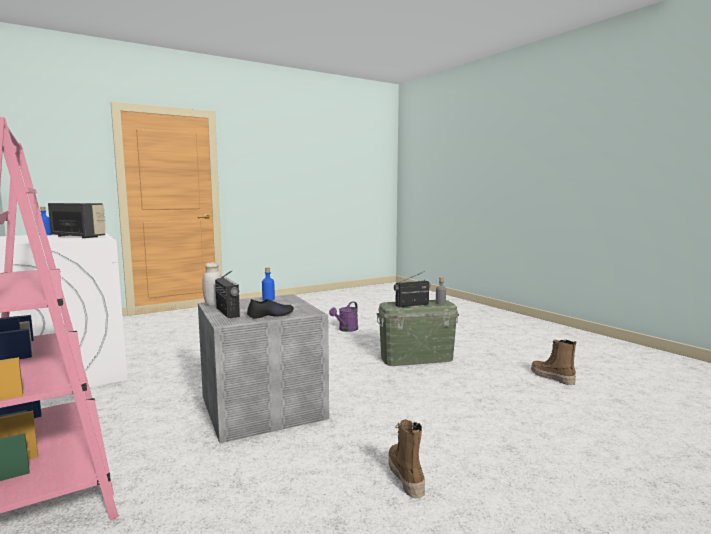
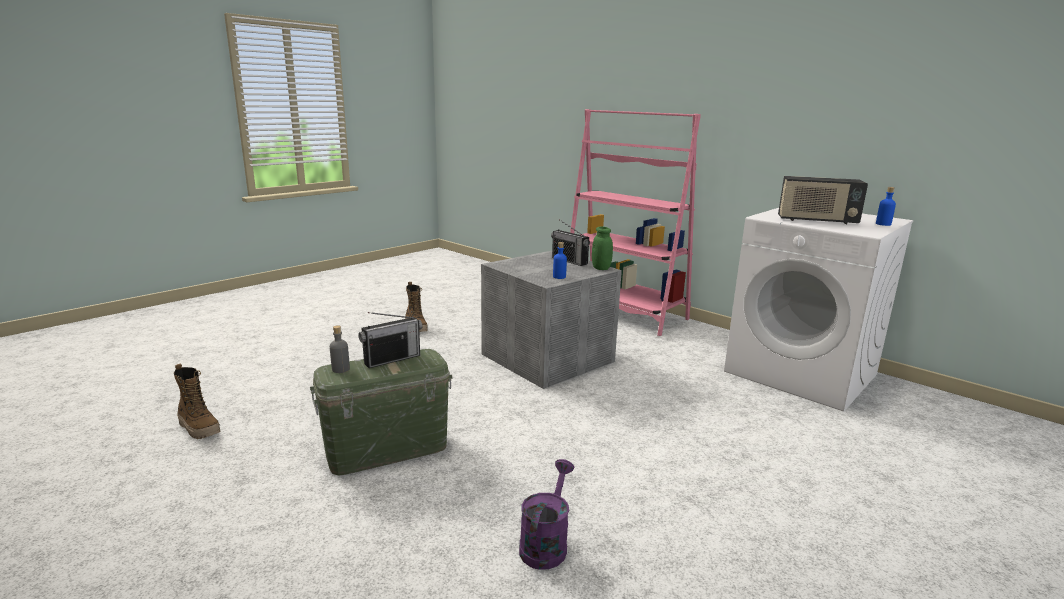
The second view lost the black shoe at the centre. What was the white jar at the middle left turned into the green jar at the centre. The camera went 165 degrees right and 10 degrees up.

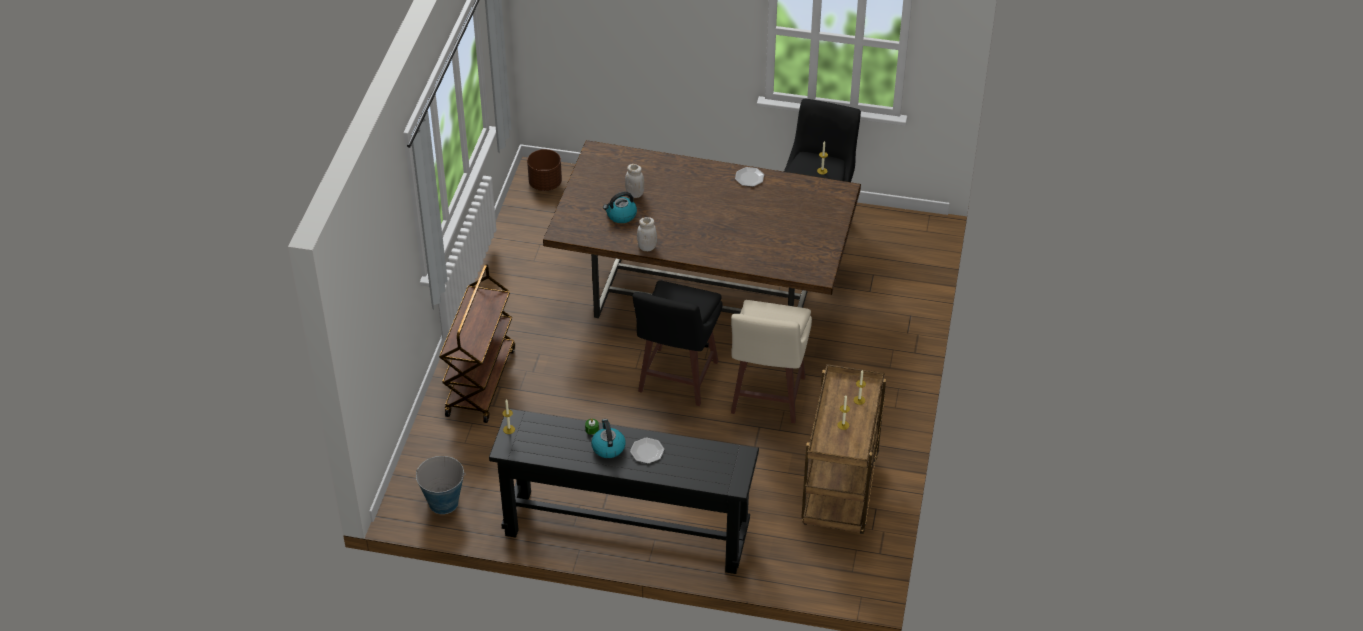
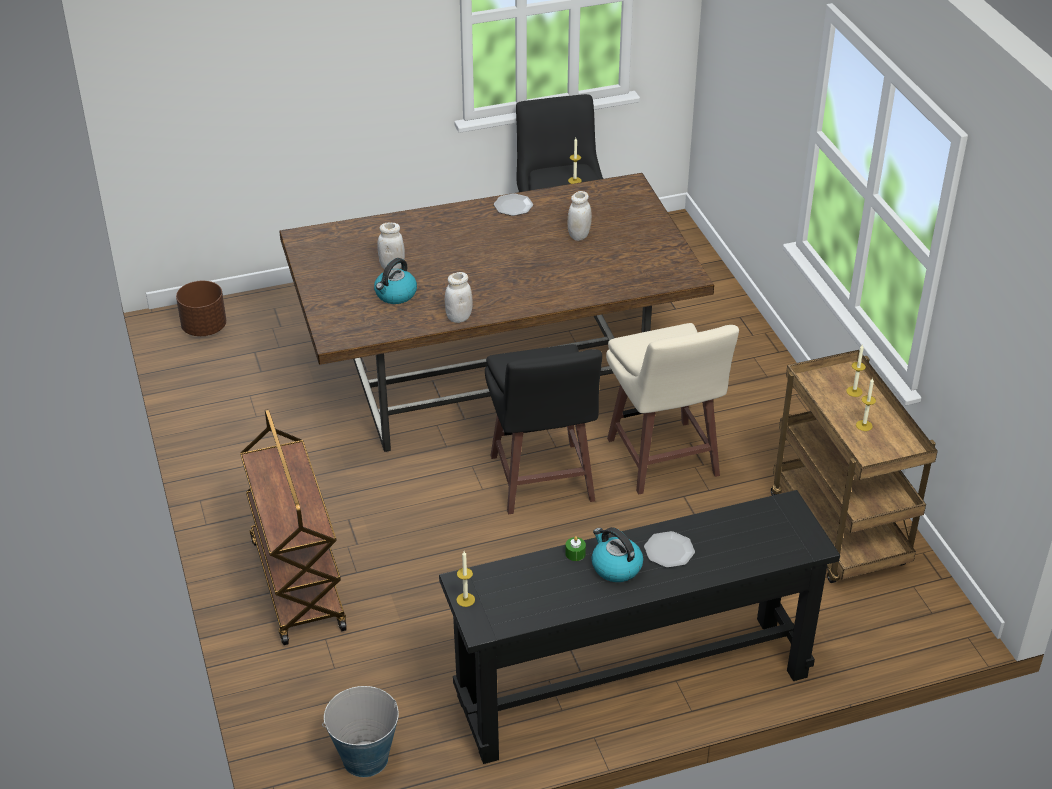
The second view gained the white jar (3rd from left) at the top centre. The camera went 30 degrees left and 5 degrees down.

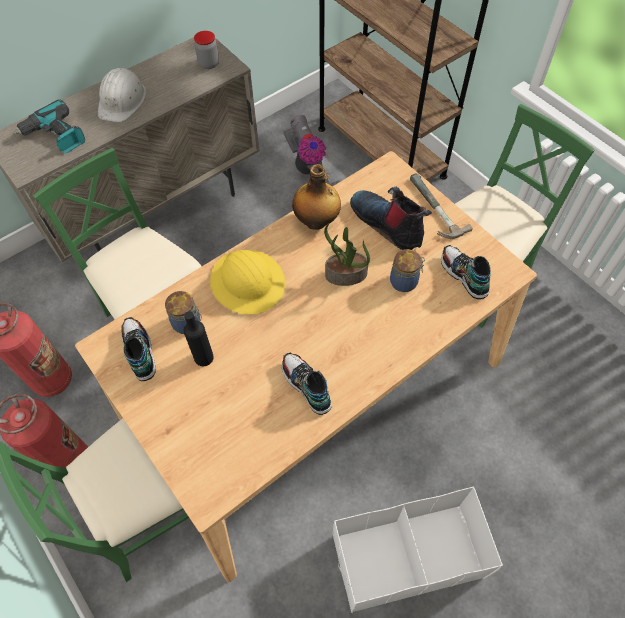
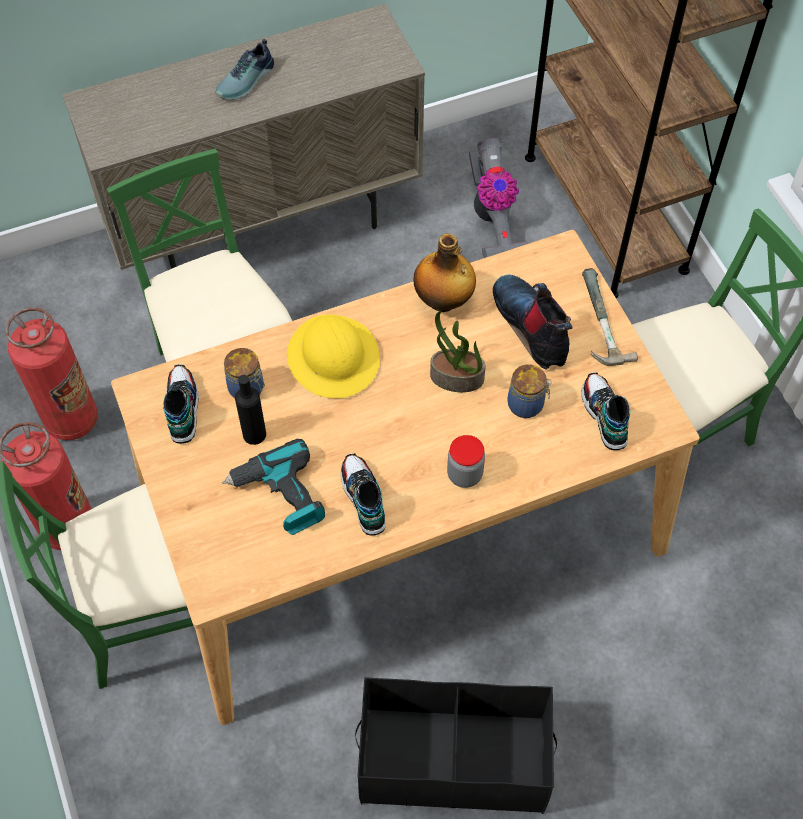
The power drill ended up elsewhere, having gone from the top left to the centre. The jar (2nd from left) ended up elsewhere, having gone from the top left to the centre. Where the white hard hat stood at the top left, the shoe (2nd from left) came to stand at the top left. What was the white storage box at the bottom right turned into the black storage box at the bottom centre. The camera went 15 degrees right and 0 degrees up.

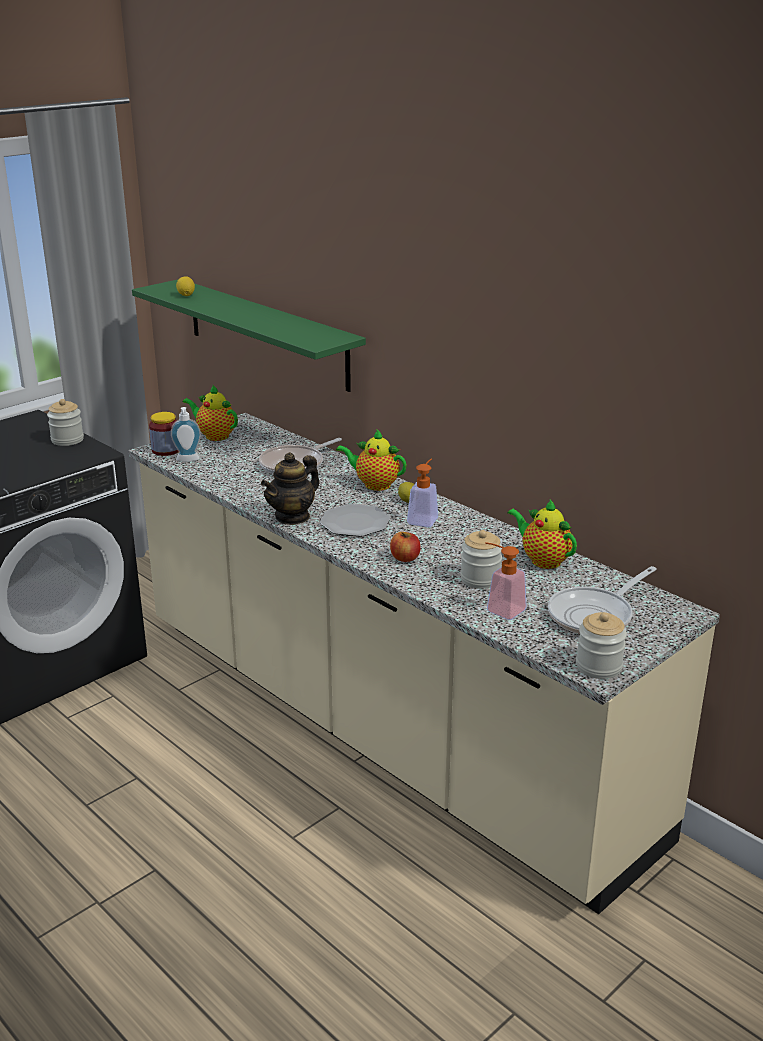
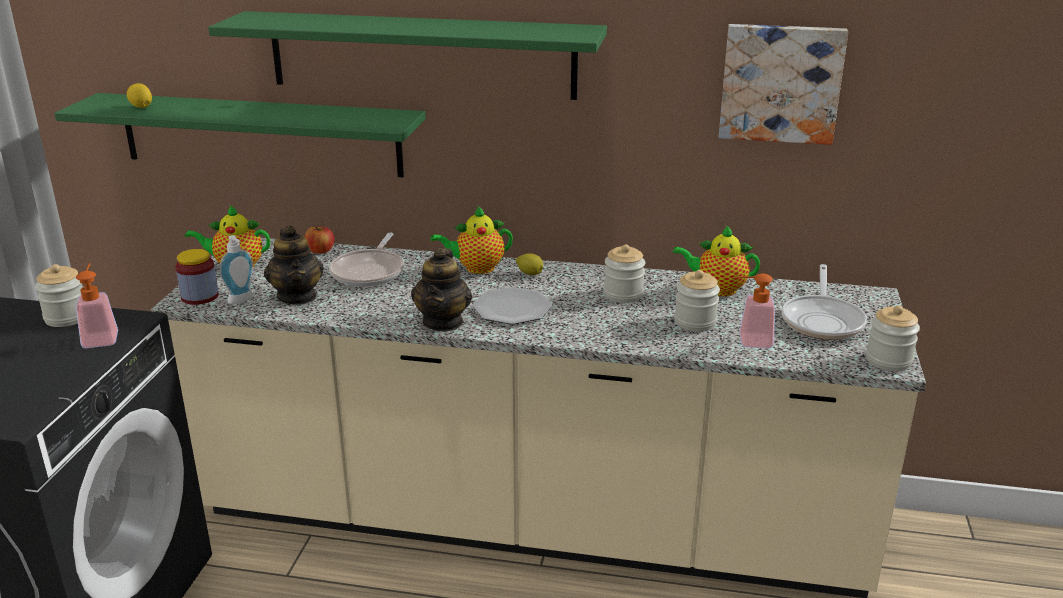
The second view gained the green shelf (2nd from left) at the top centre. The second view gained the teapot (2nd from left) at the middle left. The second view gained the jar (3rd from left) at the centre. The second view gained the picture at the top right. The apple ended up elsewhere, having gone from the centre to the middle left. The soap dispenser (2nd from left in the first image) ended up elsewhere, having gone from the centre to the middle left. The camera went 35 degrees left and 0 degrees up.

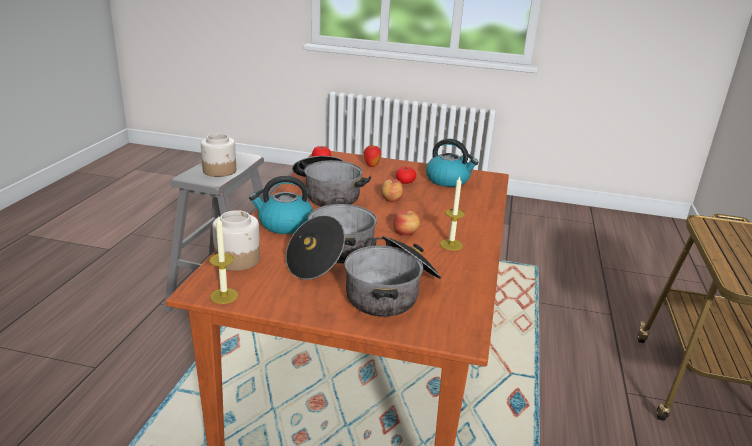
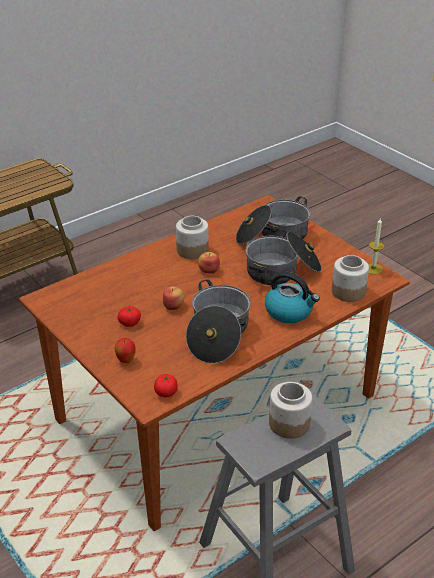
The second view lost the kettle (2nd from left) at the centre. Where the candle (2nd from left) stood at the centre, the jar (1st from left) came to stand at the centre. The camera went 140 degrees left and 10 degrees up.

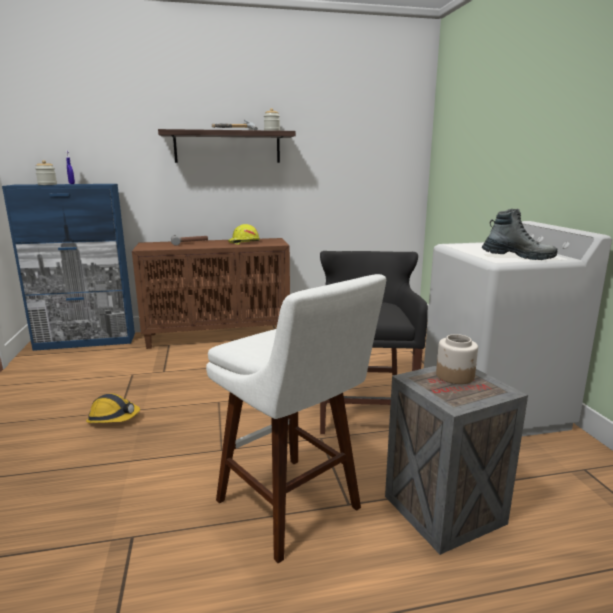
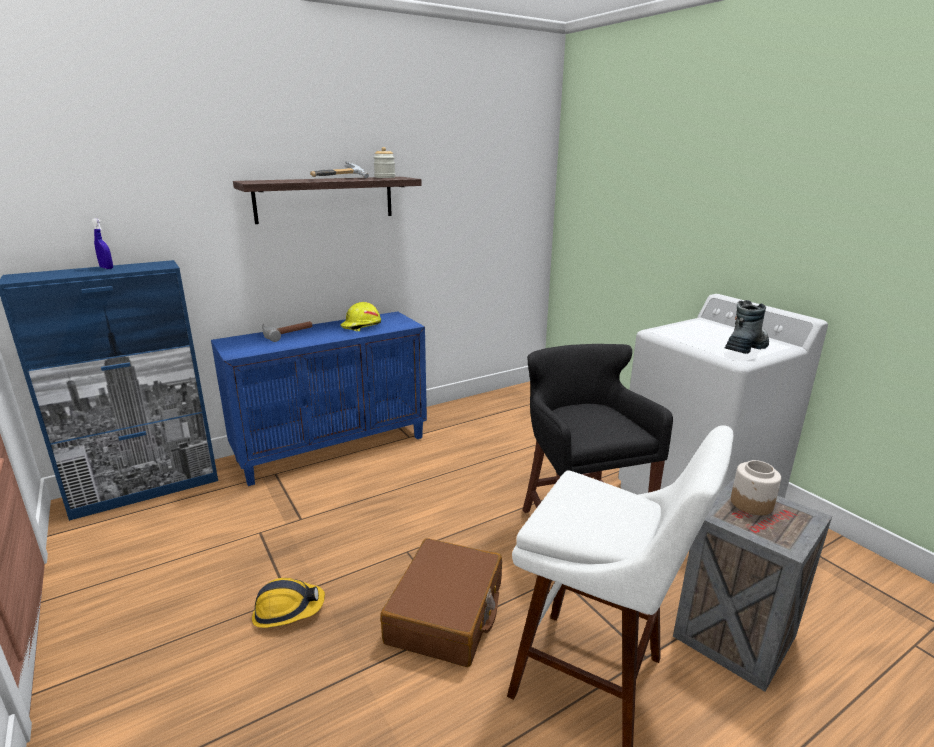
The second view lost the jar (1st from left) at the top left. The second view gained the brown suitcase at the bottom centre. What was the brown cabinet at the centre turned into the blue cabinet (2nd from left) at the centre. The boot at the middle right ended up facing another way, 45 degrees counterclockwise from before. The camera went 20 degrees left and 5 degrees up.

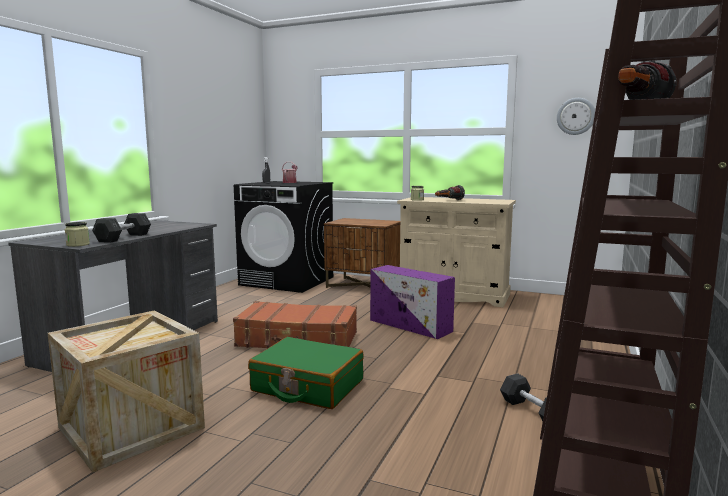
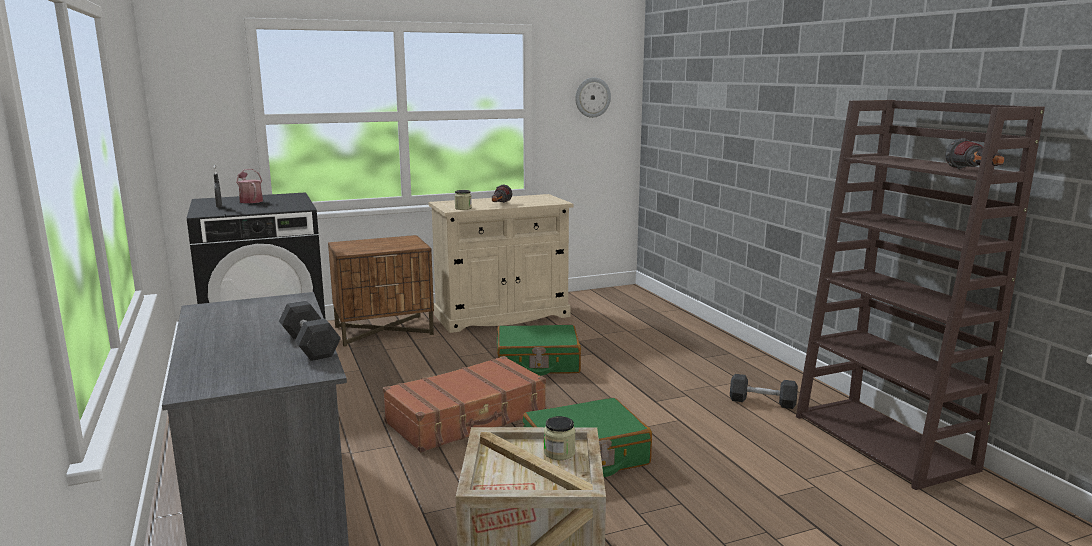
The jar (1st from left in the first image) ended up elsewhere, having gone from the middle left to the bottom centre. Where the purple storage box stood at the centre, the green suitcase (1st from left) came to stand at the centre. The camera went 45 degrees left and 5 degrees up.

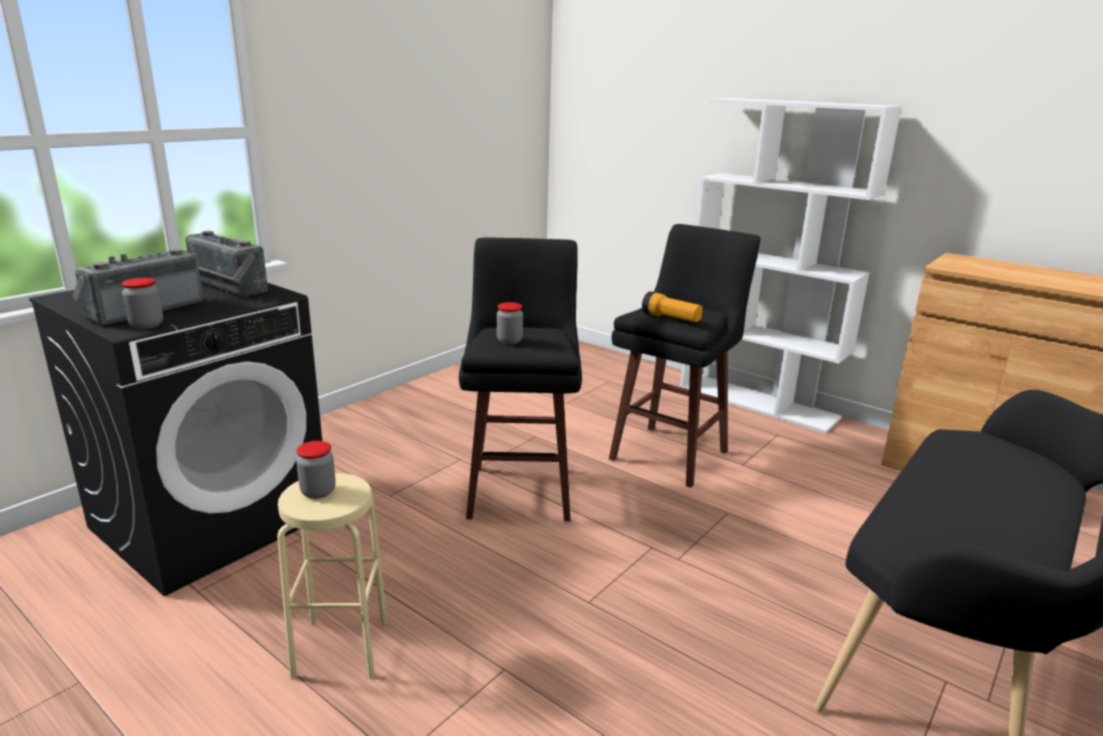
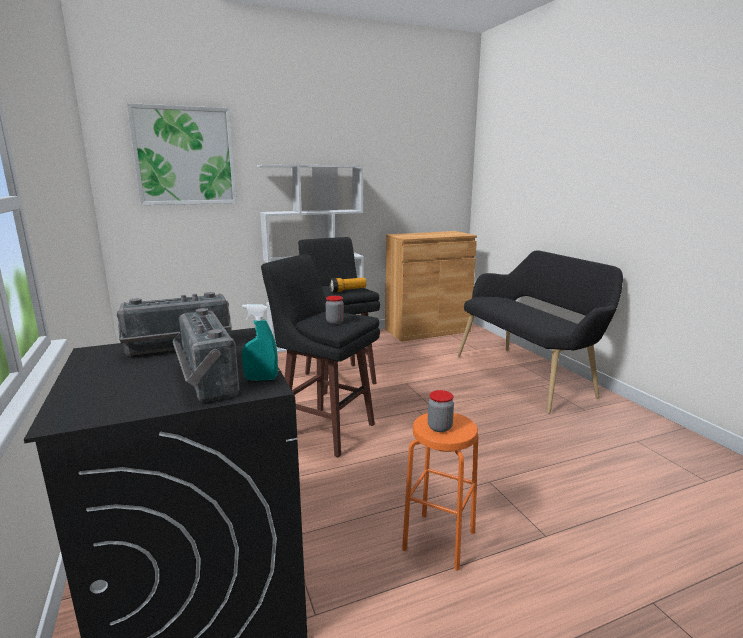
The second view gained the picture at the top left. Where the jar (1st from left) stood at the middle left, the turquoise spray bottle came to stand at the centre. What was the beige stool at the bottom left turned into the orange stool at the bottom centre. The camera went 60 degrees left and 5 degrees down.

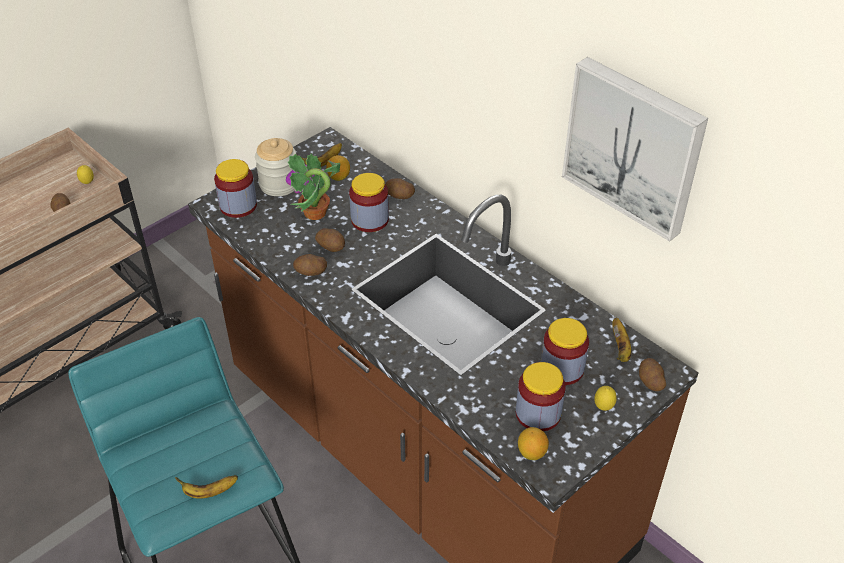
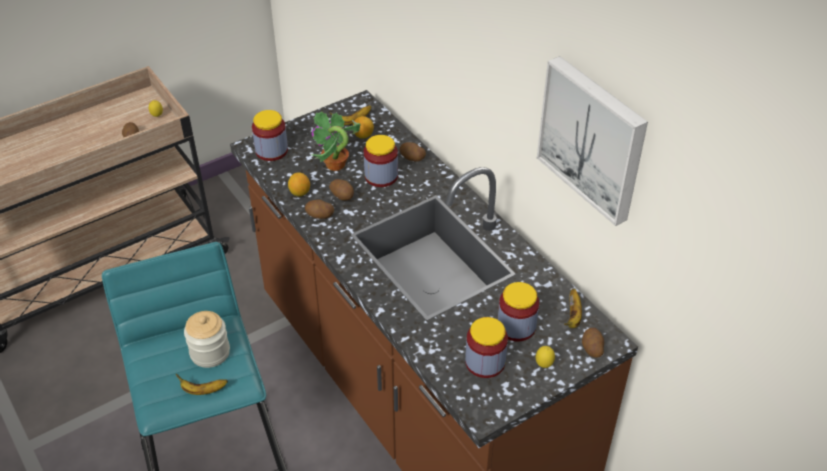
The jar (2nd from left in the first image) ended up elsewhere, having gone from the top left to the bottom left. The lemon (3rd from left in the first image) ended up elsewhere, having gone from the bottom centre to the centre. The camera went 10 degrees right and 0 degrees up.

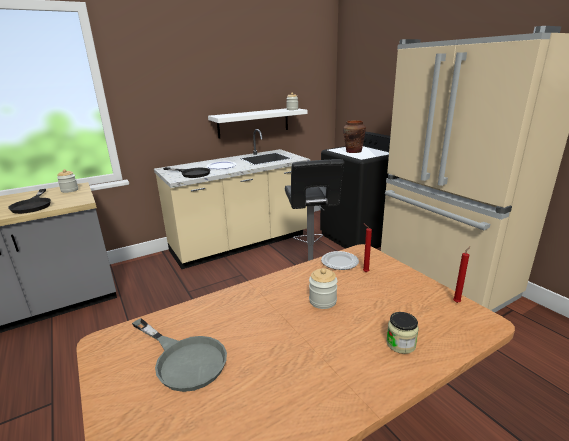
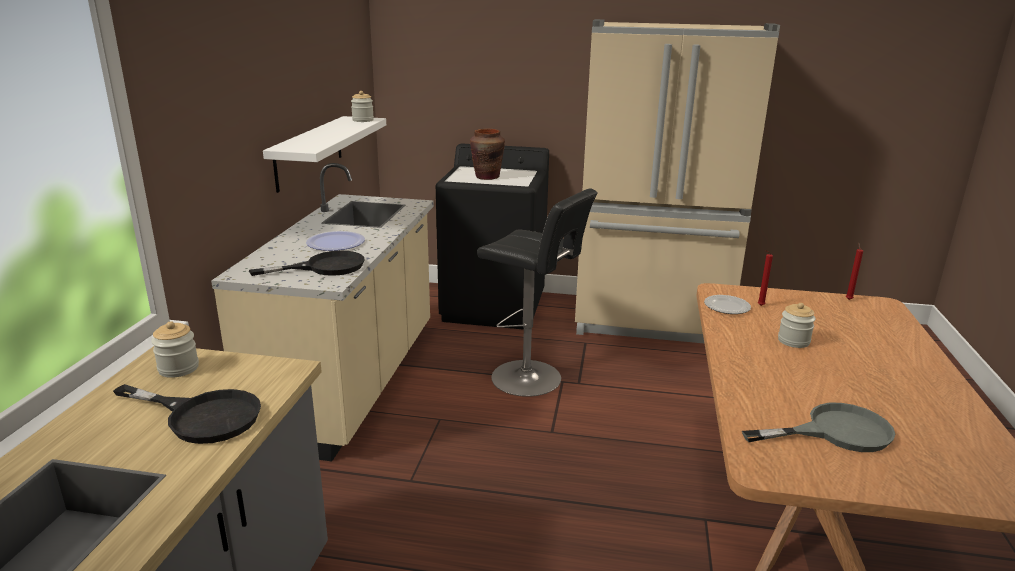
The second view lost the jar (4th from left) at the bottom right. The camera went 50 degrees left and 0 degrees up.

